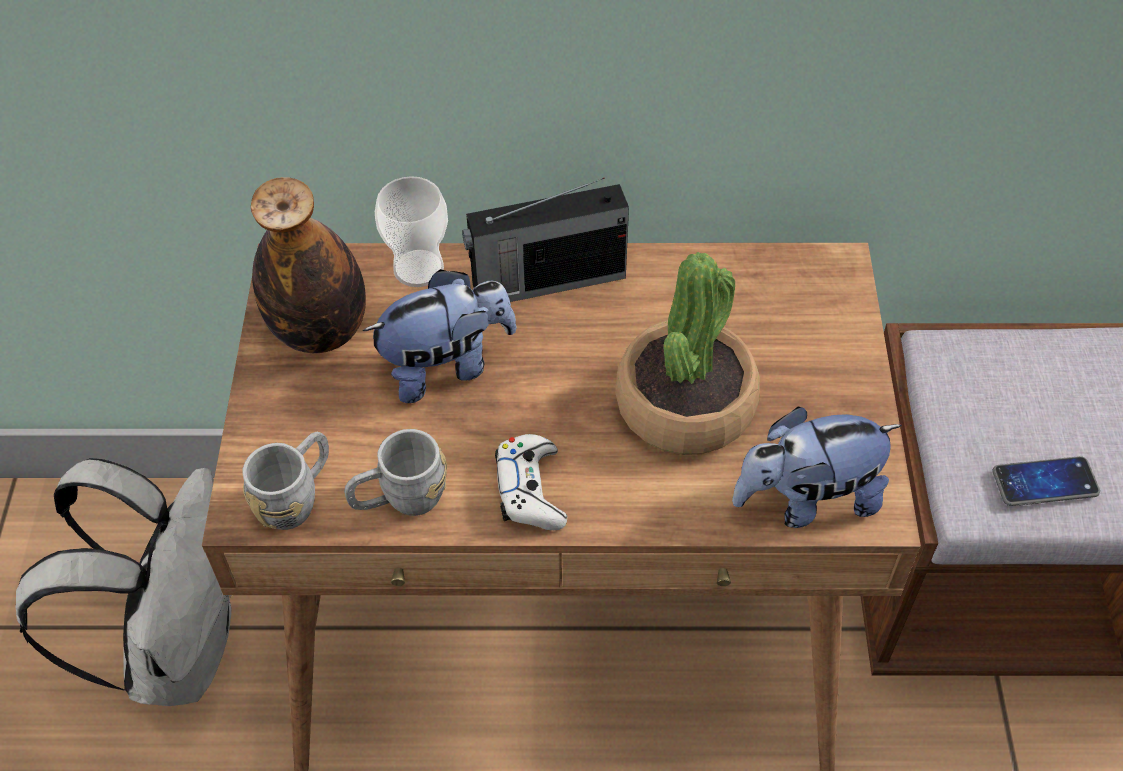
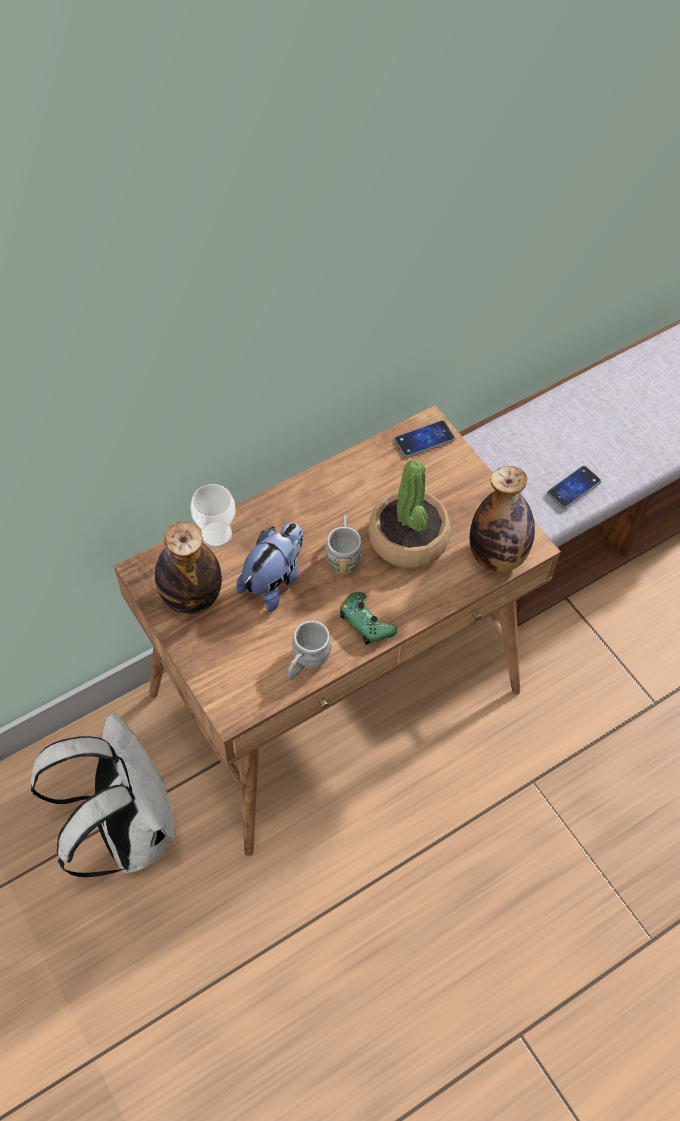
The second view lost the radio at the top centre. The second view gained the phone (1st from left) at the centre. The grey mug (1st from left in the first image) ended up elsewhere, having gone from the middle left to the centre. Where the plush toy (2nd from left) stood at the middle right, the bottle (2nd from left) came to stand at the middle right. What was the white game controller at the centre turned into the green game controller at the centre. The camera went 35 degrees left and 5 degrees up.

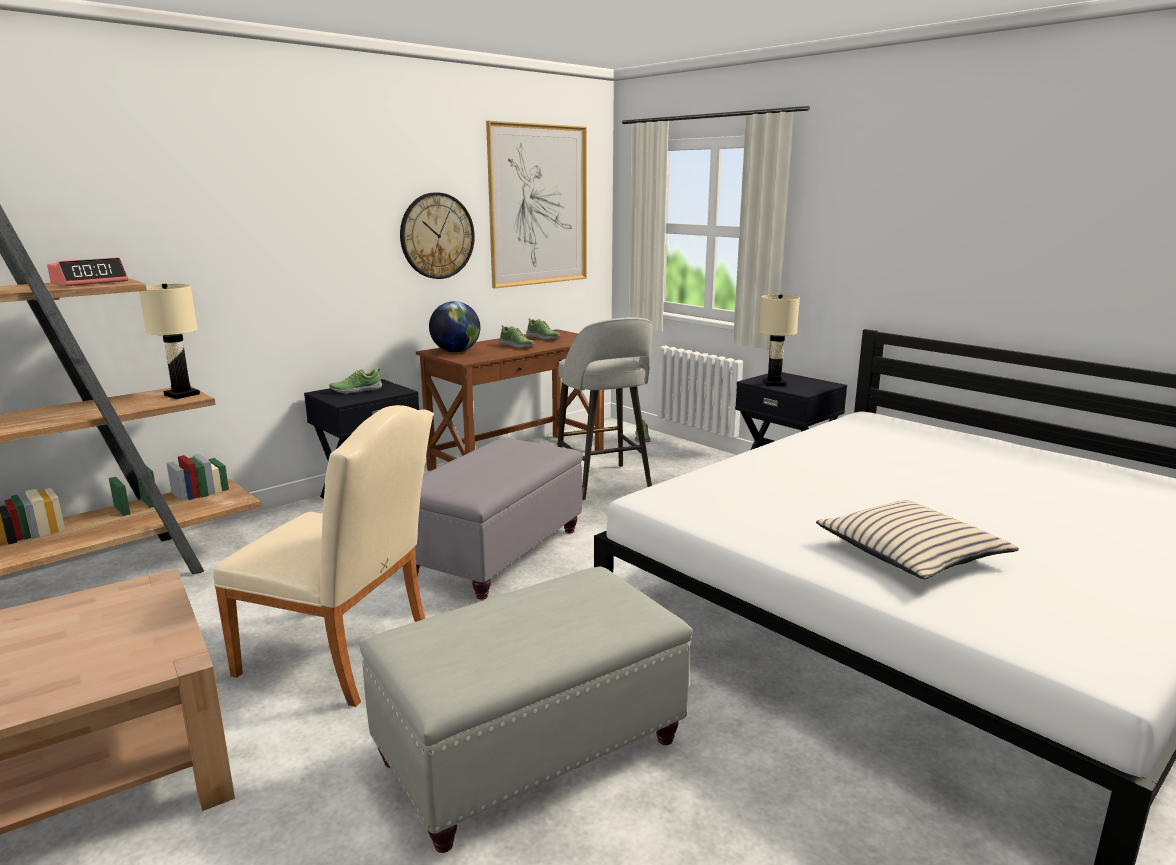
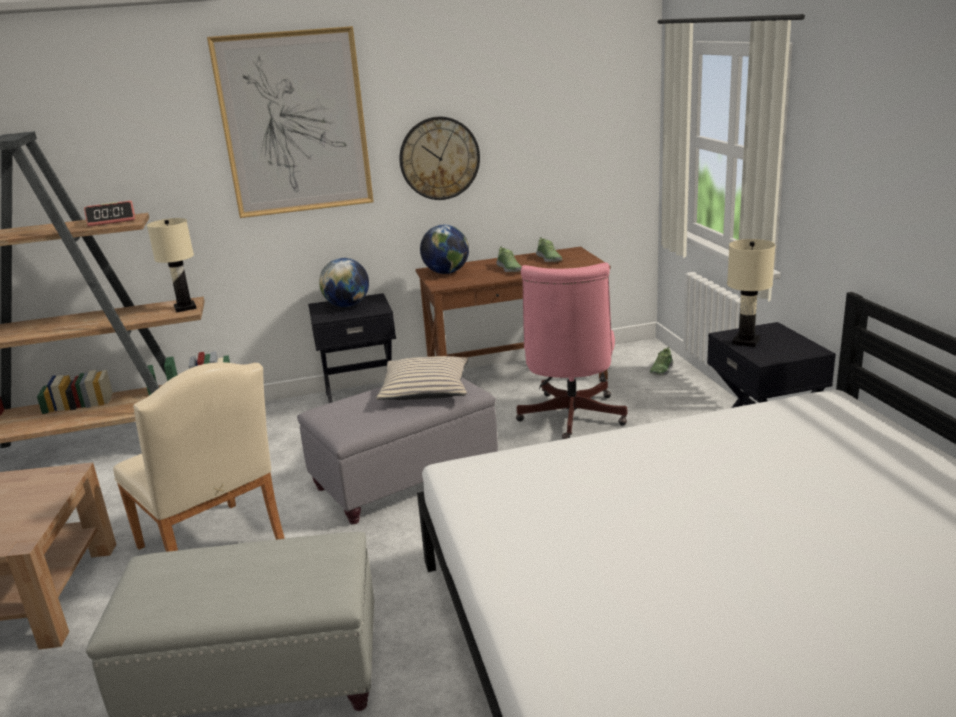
The picture ended up elsewhere, having gone from the top centre to the top left. The beige pillow ended up elsewhere, having gone from the middle right to the centre. Where the shoe (1st from left) stood at the middle left, the globe (1st from left) came to stand at the centre. Where the grey stool stood at the centre, the pink office chair came to stand at the centre. The camera went 30 degrees right and 5 degrees up.

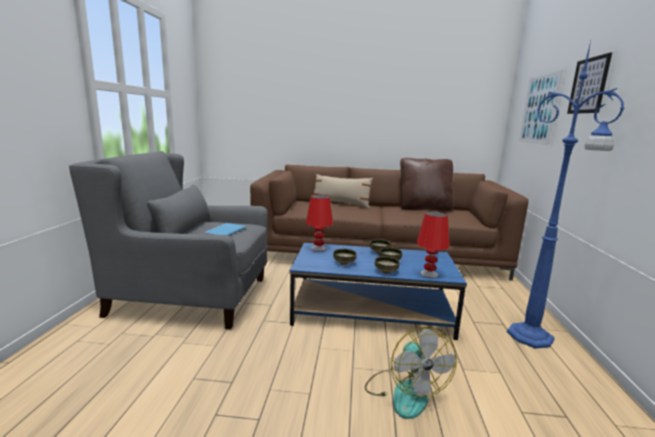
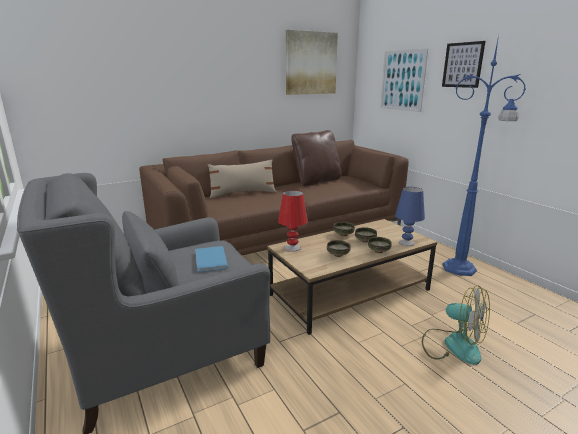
The second view gained the picture (1st from left) at the top centre. What was the blue coffee table at the centre turned into the brown coffee table at the centre. What was the red table lamp (2nd from left) at the centre turned into the blue table lamp at the middle right. The camera went 35 degrees left and 5 degrees up.

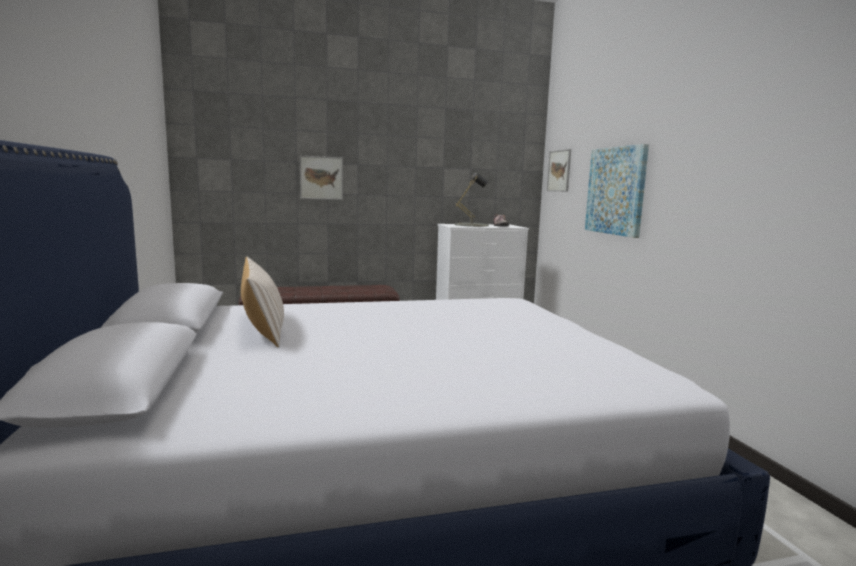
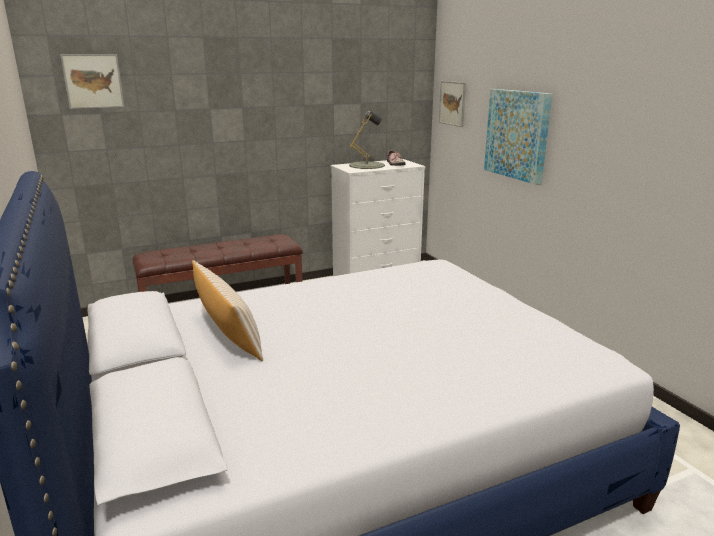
The picture (1st from left) ended up elsewhere, having gone from the top centre to the top left. The camera went 10 degrees left and 10 degrees up.

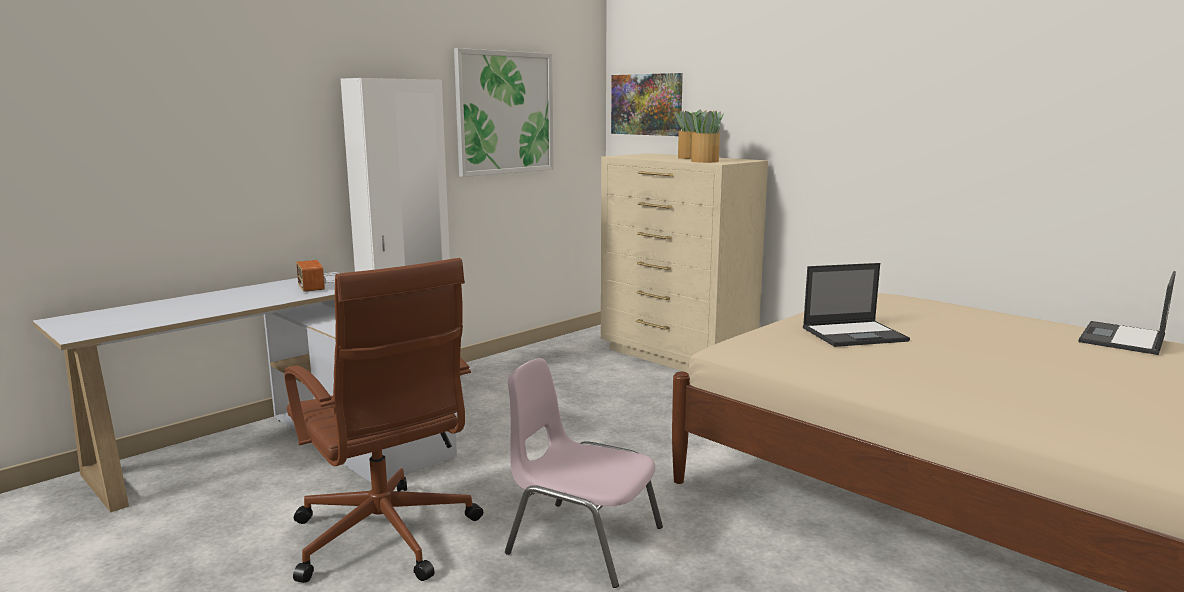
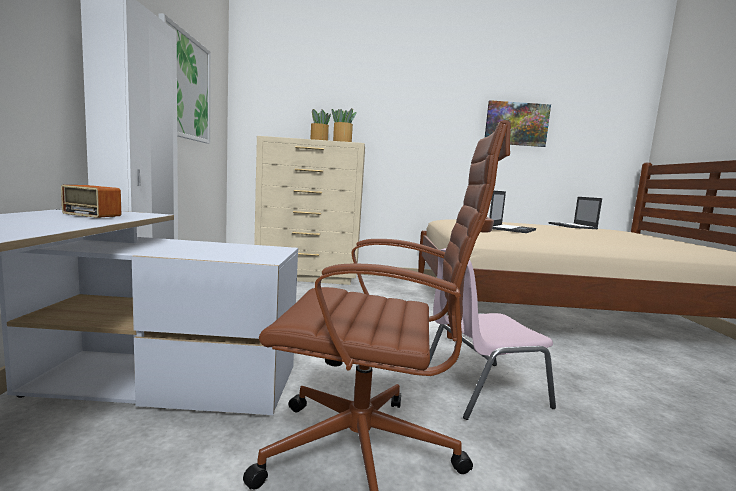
The picture (2nd from left) ended up elsewhere, having gone from the top centre to the top right. The camera went 45 degrees left and 5 degrees down.

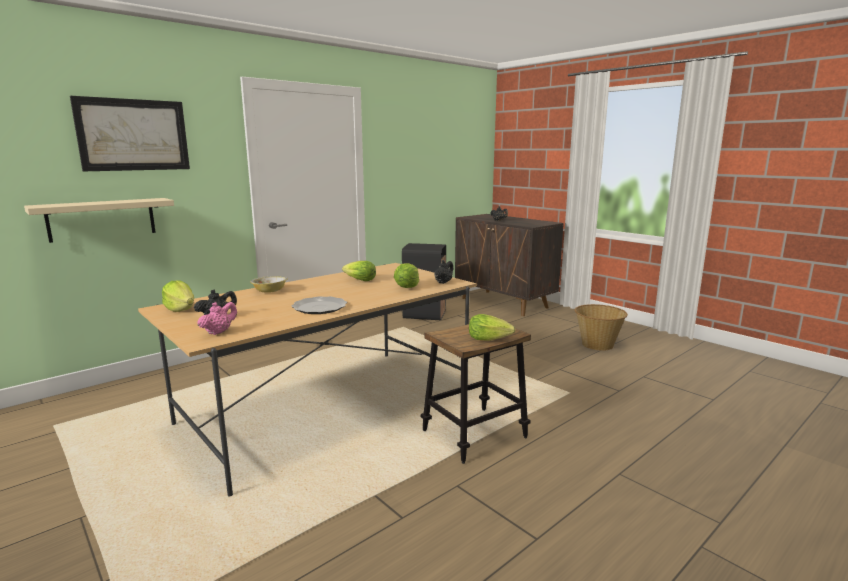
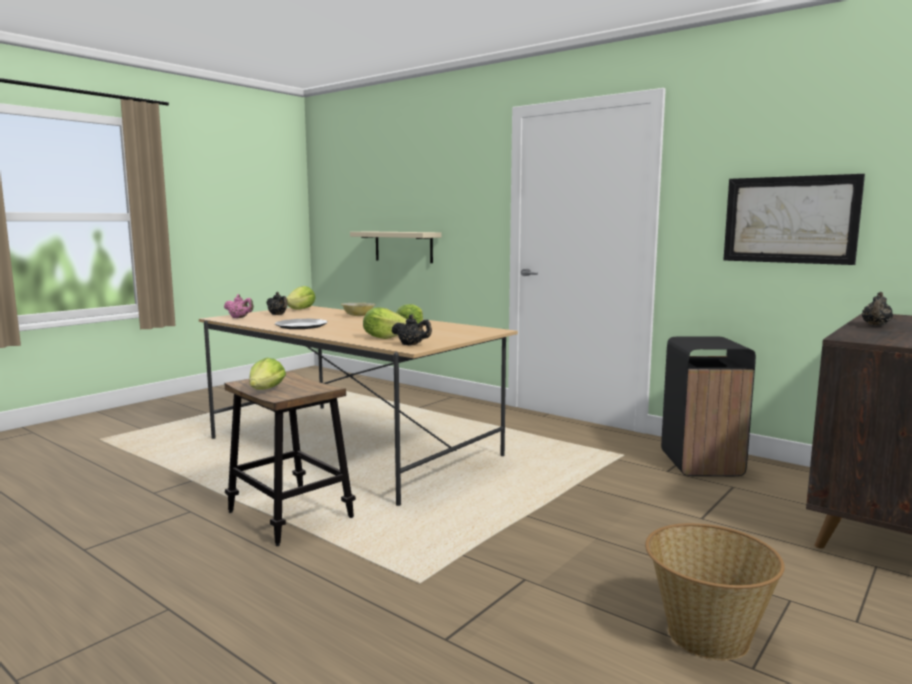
The picture ended up elsewhere, having gone from the top left to the top right. The camera went 80 degrees right and 5 degrees down.

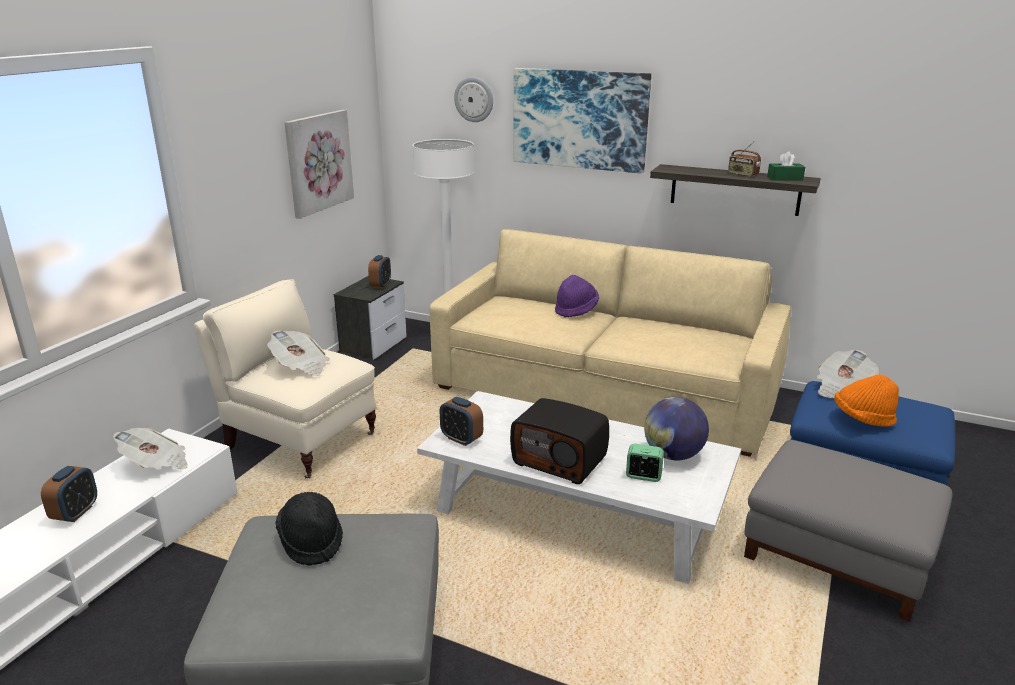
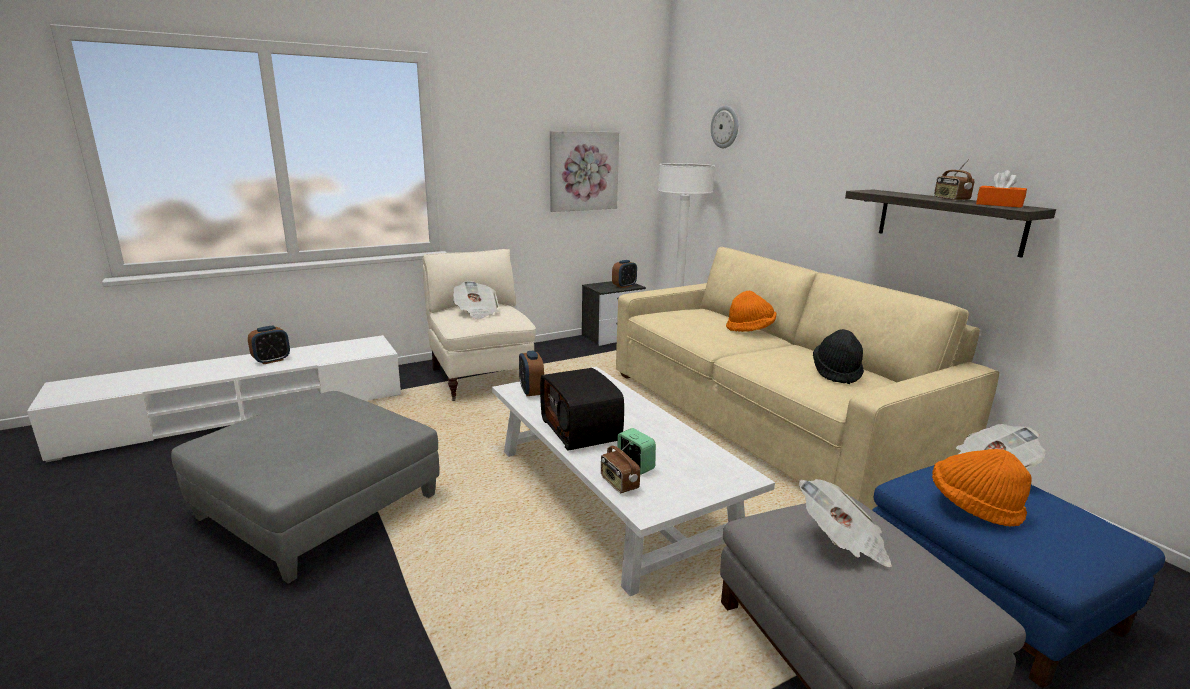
The second view lost the picture (2nd from left) at the top centre. The second view lost the globe at the centre. The second view gained the radio (2nd from left) at the bottom centre. The newspaper (1st from left in the first image) ended up elsewhere, having gone from the middle left to the bottom right. The black hat ended up elsewhere, having gone from the bottom left to the middle right. What was the purple hat at the centre turned into the orange hat (1st from left) at the centre. What was the green tissue box at the top right turned into the orange tissue box at the top right. The camera went 35 degrees right and 5 degrees down.

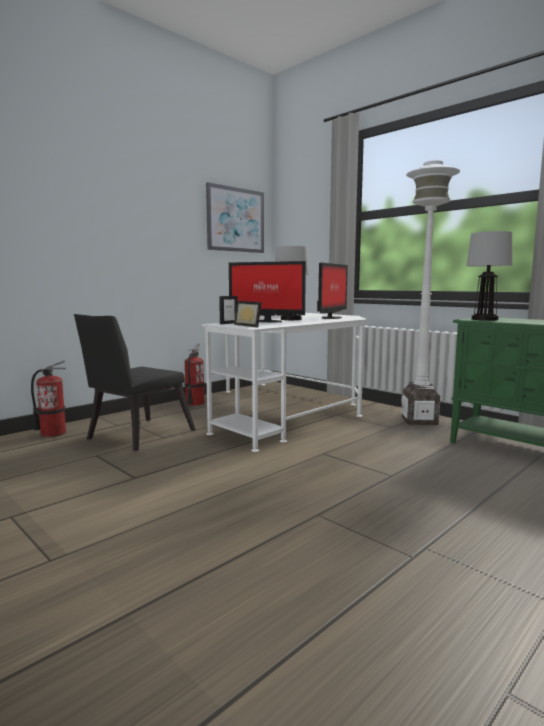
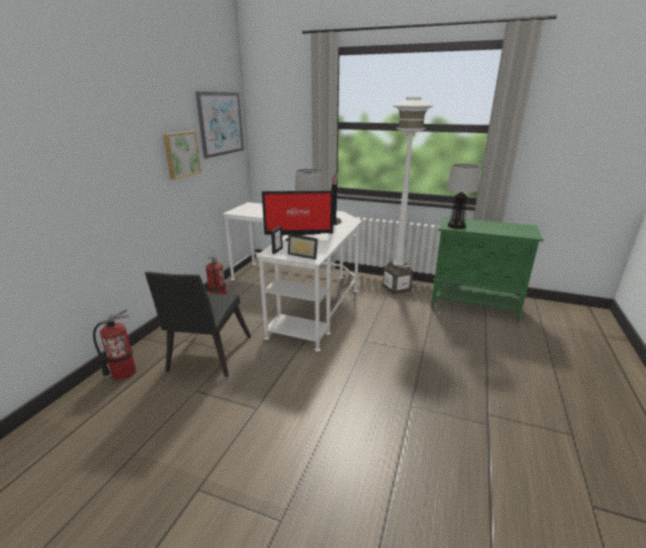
The second view gained the picture (1st from left) at the top left. The camera went 25 degrees left and 15 degrees up.

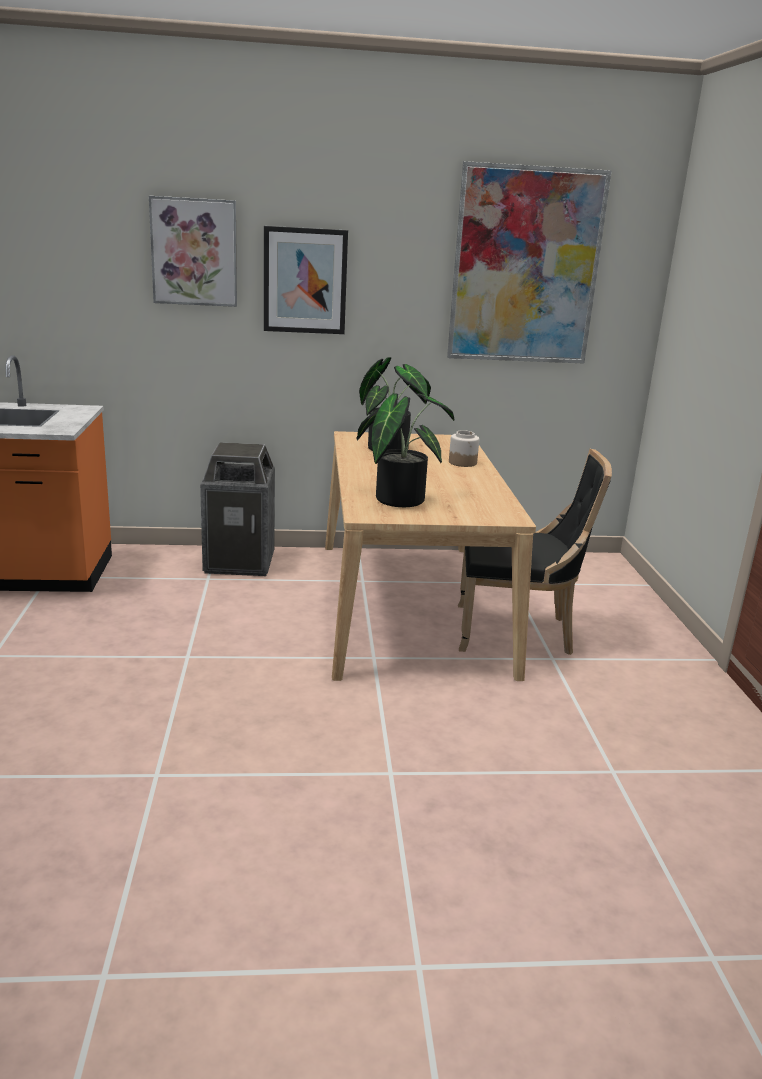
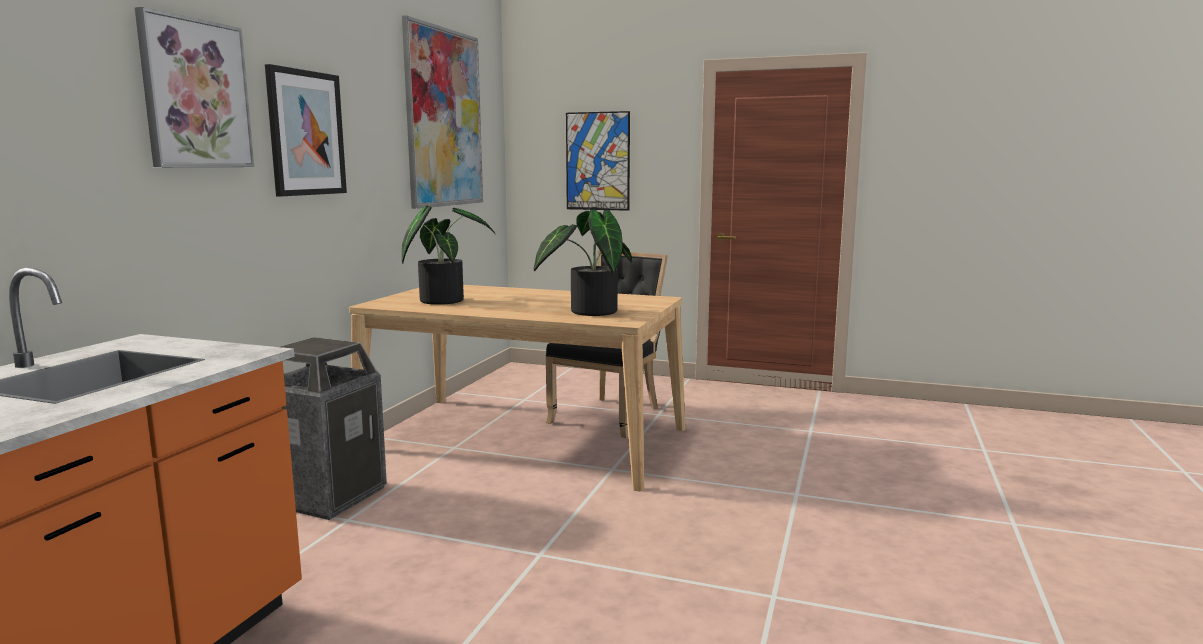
The second view lost the jar at the centre. The second view gained the picture (4th from left) at the top centre. The camera went 65 degrees left and 10 degrees down.

